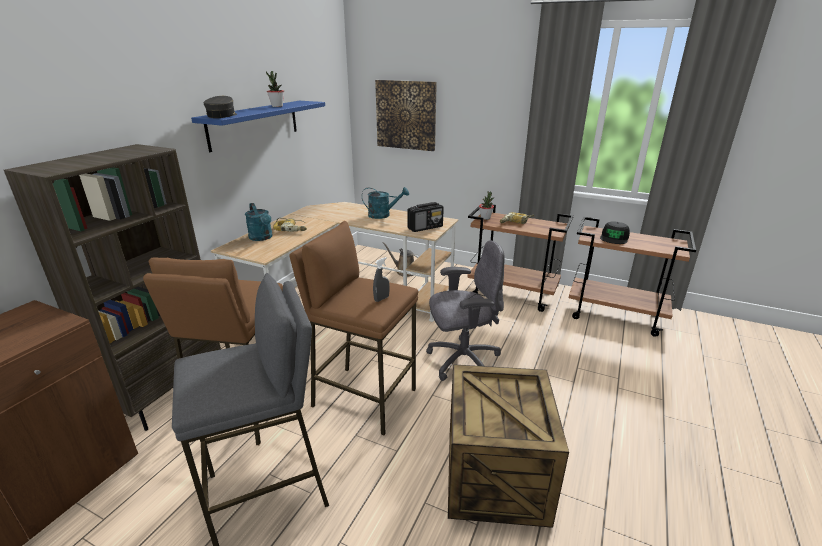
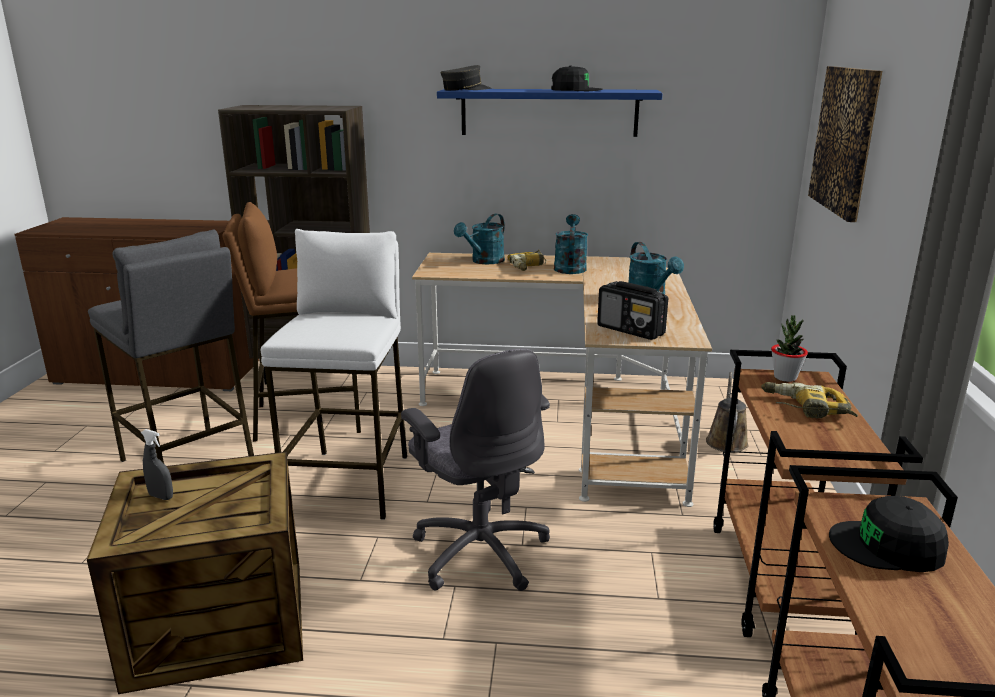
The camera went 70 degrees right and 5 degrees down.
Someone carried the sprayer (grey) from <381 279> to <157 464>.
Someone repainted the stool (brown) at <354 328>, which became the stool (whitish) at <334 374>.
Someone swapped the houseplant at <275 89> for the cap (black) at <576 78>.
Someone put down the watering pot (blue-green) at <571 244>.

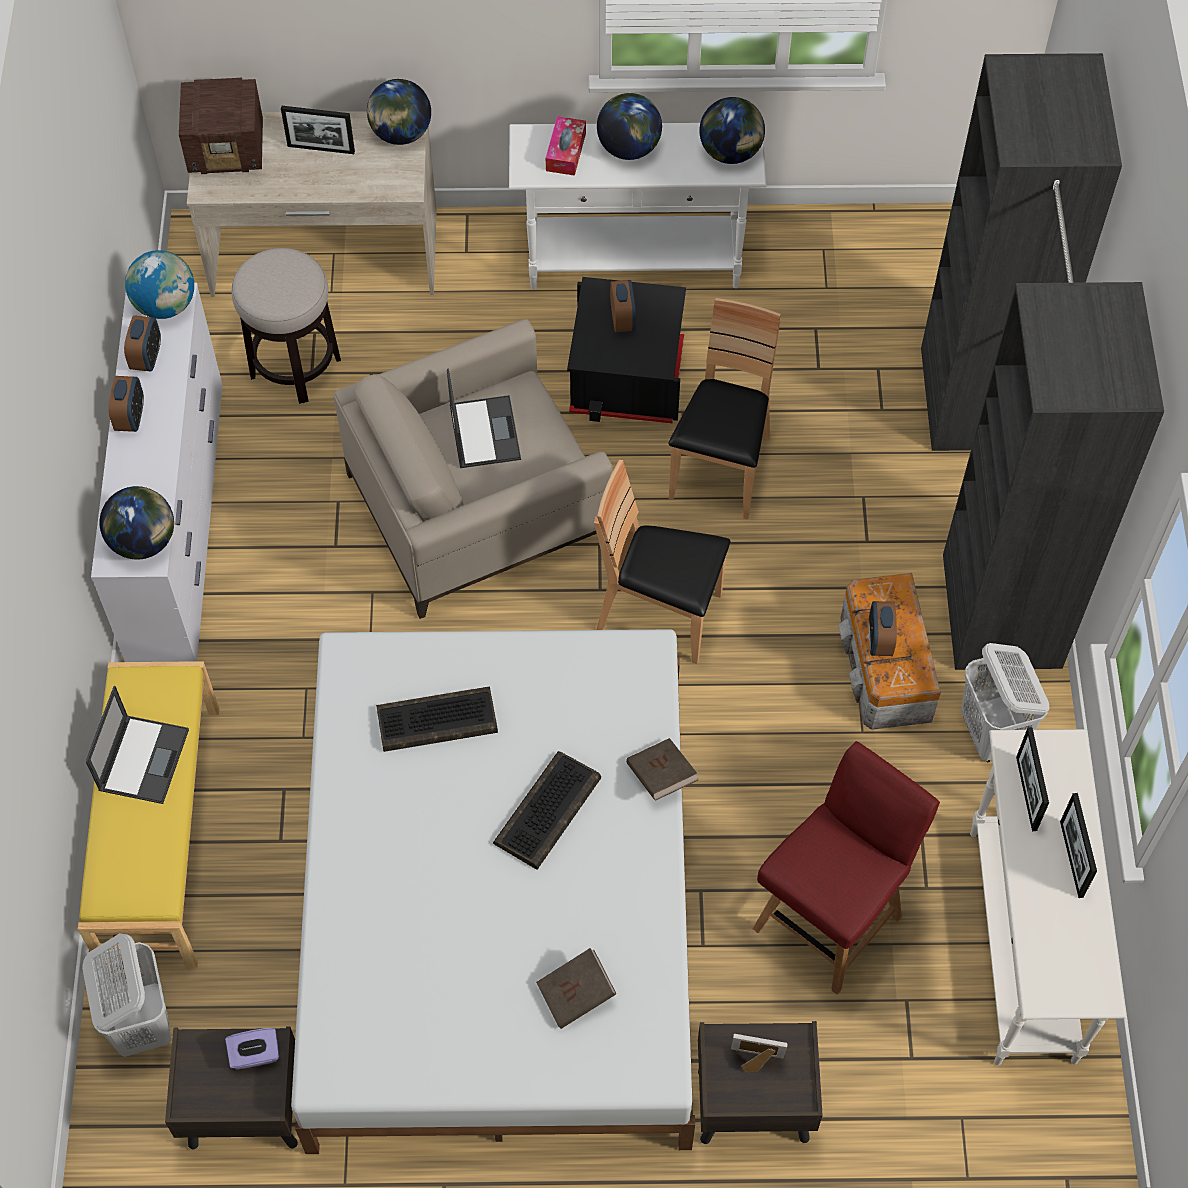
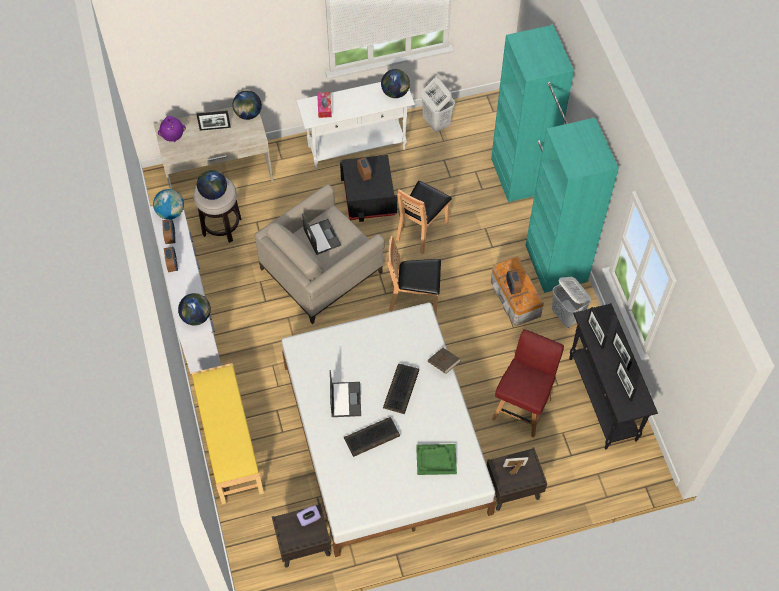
The camera went 15 degrees left and 0 degrees up.
Someone swapped the radio set at <221 125> for the decorative vase (purple-coloured) at <172 129>.
Someone carried the globe from <629 126> to <212 185>.
Someone carried the notebook computer from <137 745> to <345 393>.
Someone carried the keyboard from <437 719> to <372 437>.
Someone rotated the upright chair (brown) at <724 408> by 150 degrees counterclockwise.
Someone swapped the volume (brown) at <576 988> for the serving tray (green-coloured) at <436 459>.
Someone carried the washing basket (whitish) from <126 995> to <438 105>.
Someone repainted the armoire (black) at <1042 361>, which became the armoire (blue-green) at <555 159>.
Someone repainted the narrow table (whitish) at <1048 897>, which became the narrow table (black) at <613 376>.
Someone put down the standing frame at <626 380>.

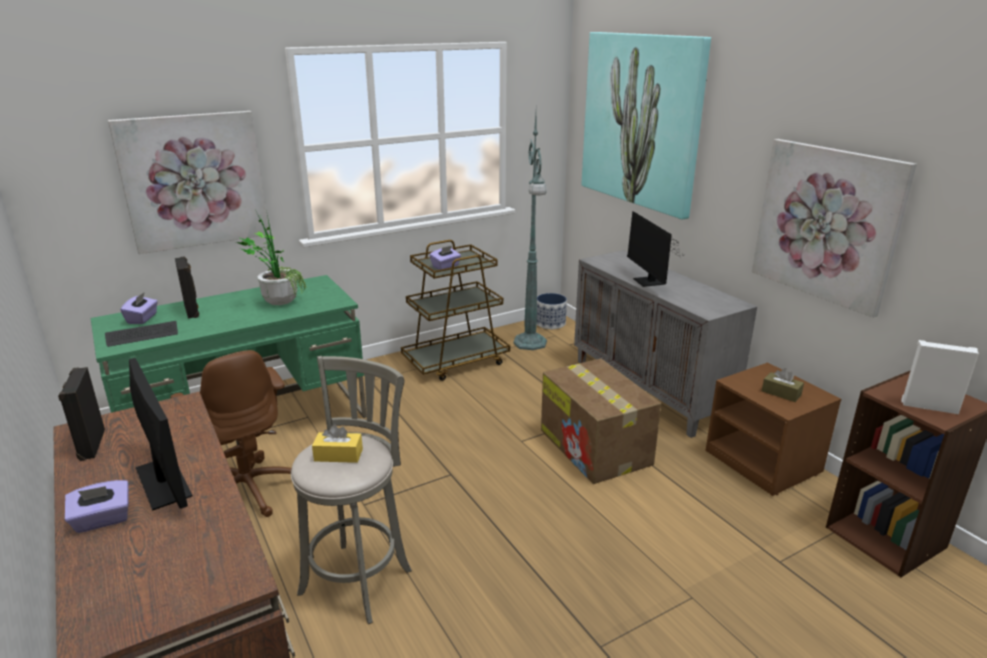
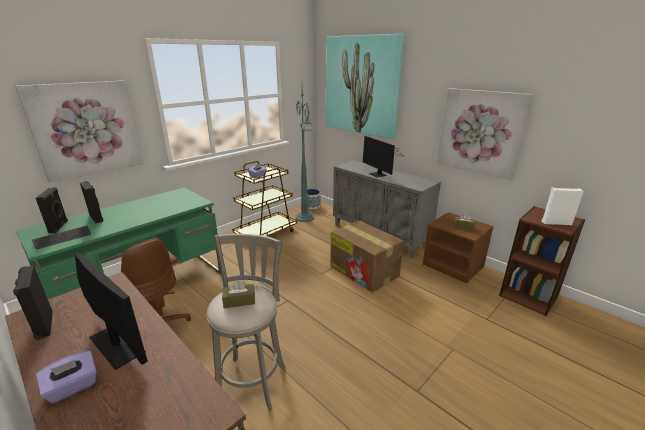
The camera went 15 degrees left and 0 degrees up.
Someone swapped the tissue holder (purple-coloured) at <139 308> for the speaker (black) at <52 210>.
Someone repainted the tissue holder (yellow) at <337 443>, which became the tissue holder (brown) at <238 294>.
Someone took away the houseplant at <271 257>.

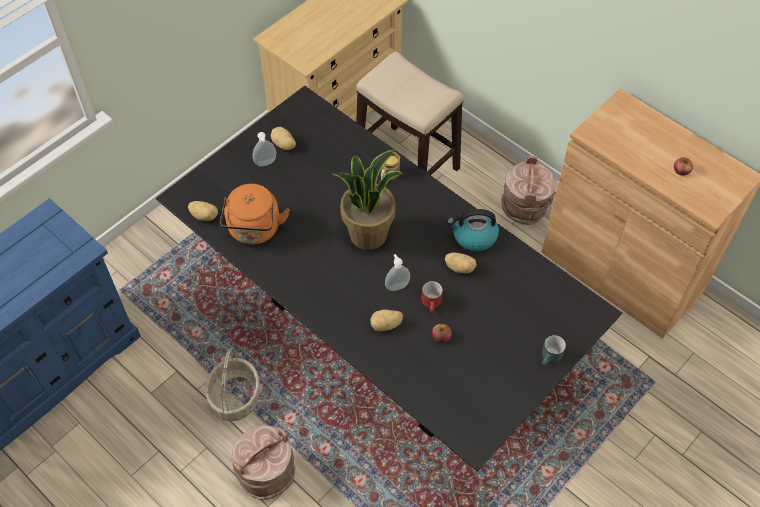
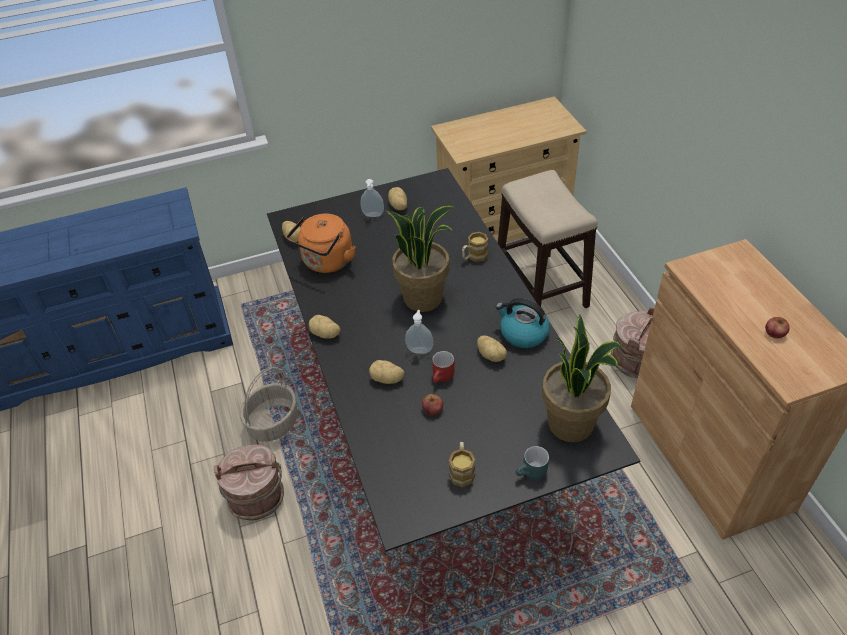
The camera went 30 degrees right and 10 degrees down.
Someone put down the whole potato at <325 327>.
Someone put down the coffee mug at <462 464>.
Someone put down the houseplant at <582 378>.

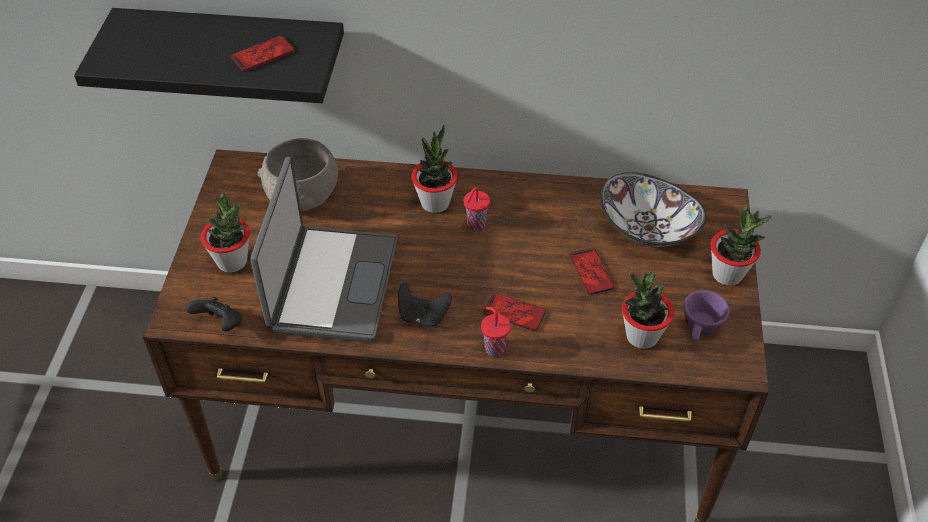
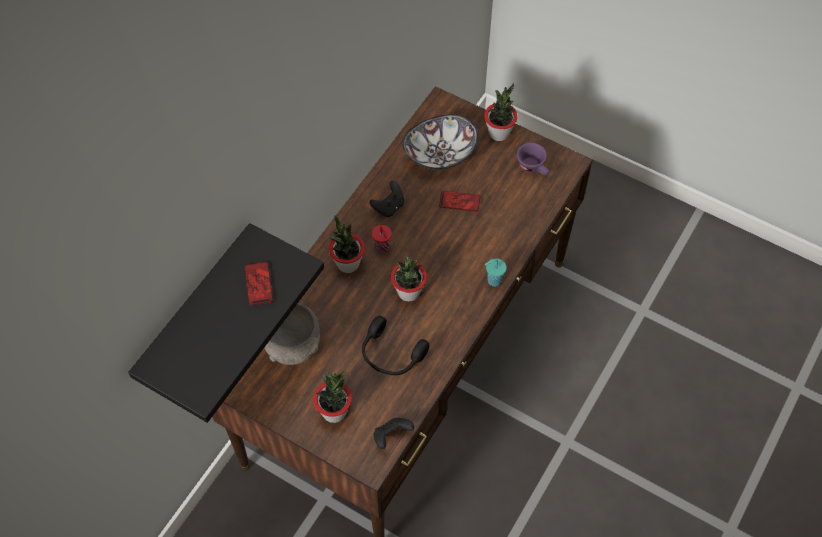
The camera went 65 degrees left and 10 degrees up.
Someone swapped the notebook computer at <324 250> for the pair of headphones (black) at <396 345>.
Someone carried the game controller (black) from <425 305> to <387 199>.
Someone carried the houseplant from <648 310> to <409 278>.
Someone repainted the small cup (reddish) at <496 331>, which became the small cup (blue-green) at <496 273>.
Someone took away the phone at <515 312>.

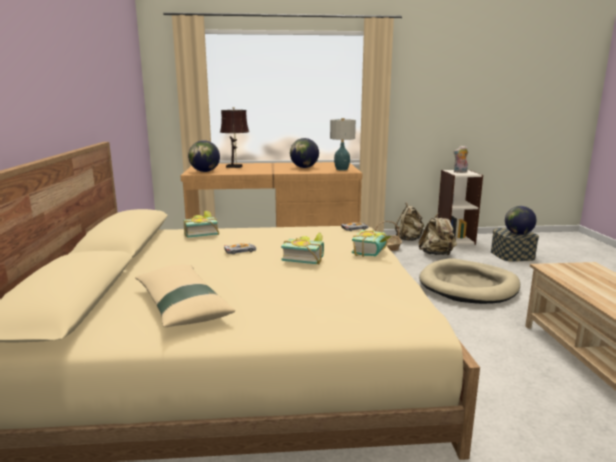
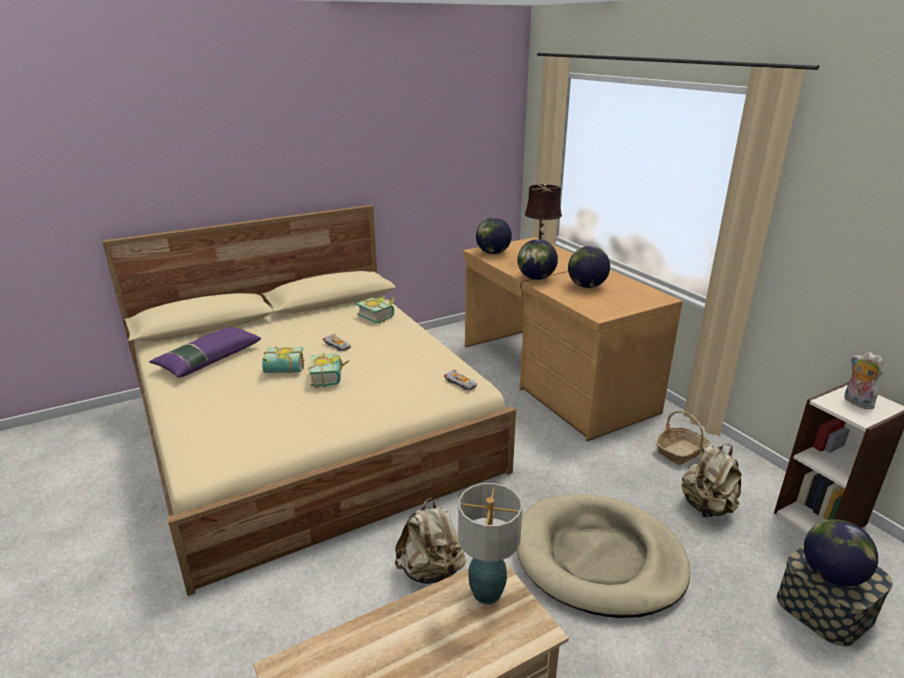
The camera went 65 degrees right and 10 degrees up.
Someone repainted the pillow (sand-coloured) at <185 296>, which became the pillow (purple-coloured) at <205 352>.
Someone carried the volume from <371 243> to <283 360>.
Someone carried the knapsack (sand-coloured) from <409 221> to <430 541>.
Someone carried the table lamp from <343 144> to <490 543>.
Someone put down the globe at <537 259>.

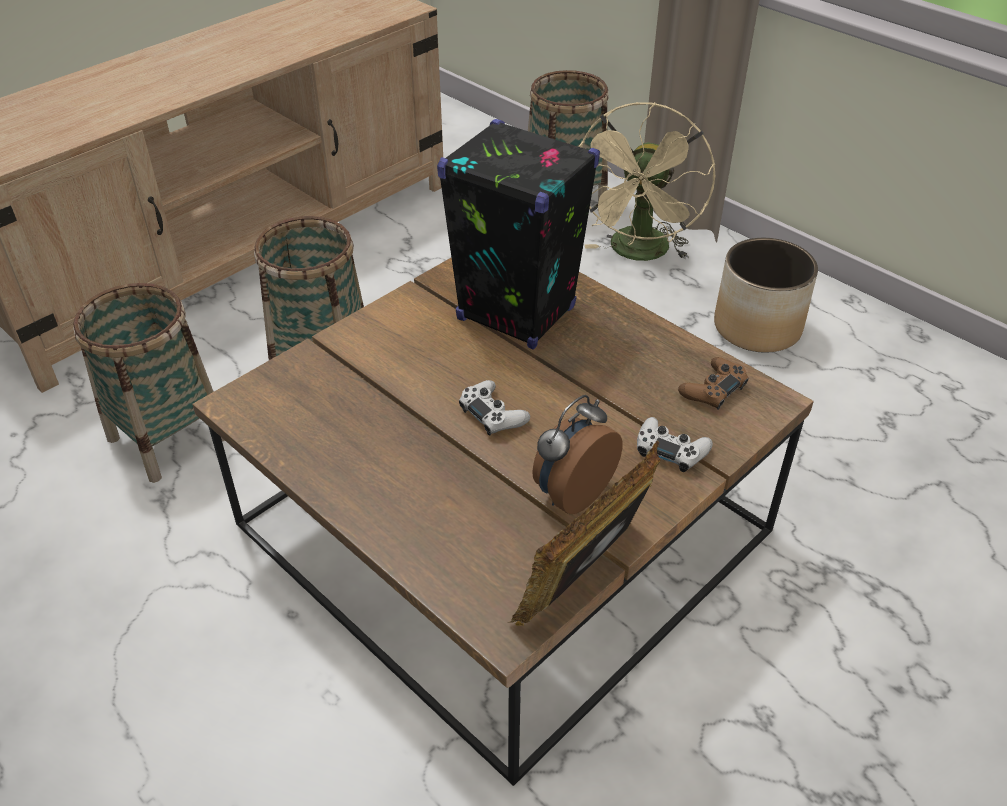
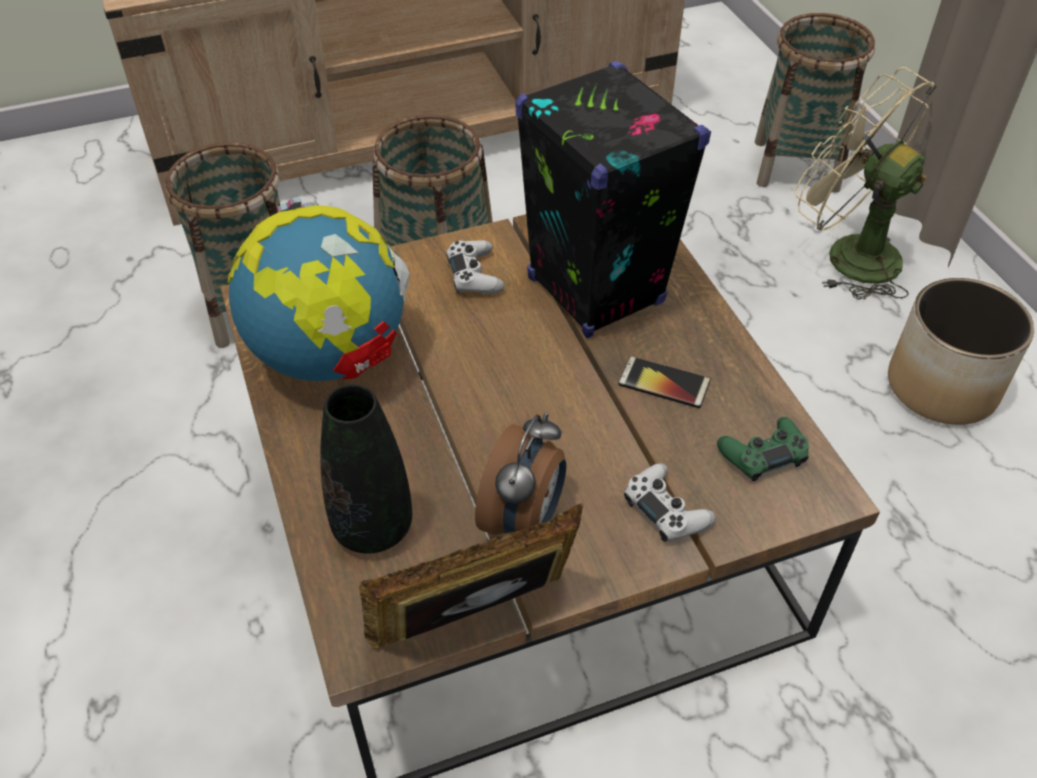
The camera went 25 degrees right and 5 degrees up.
Someone put down the globe at <318 288>.
Someone put down the decorative vase (black) at <366 468>.
Someone carried the game controller (whitish) from <494 408> to <475 267>.
Someone rotated the table clock at <577 454> by 135 degrees clockwise.
Someone put down the phone at <664 382>.
Someone repainted the game controller (brown) at <713 383>, which became the game controller (green-coloured) at <763 449>.
Someone rotated the cooling fan (sand-coloured) at <647 181> by 90 degrees clockwise.

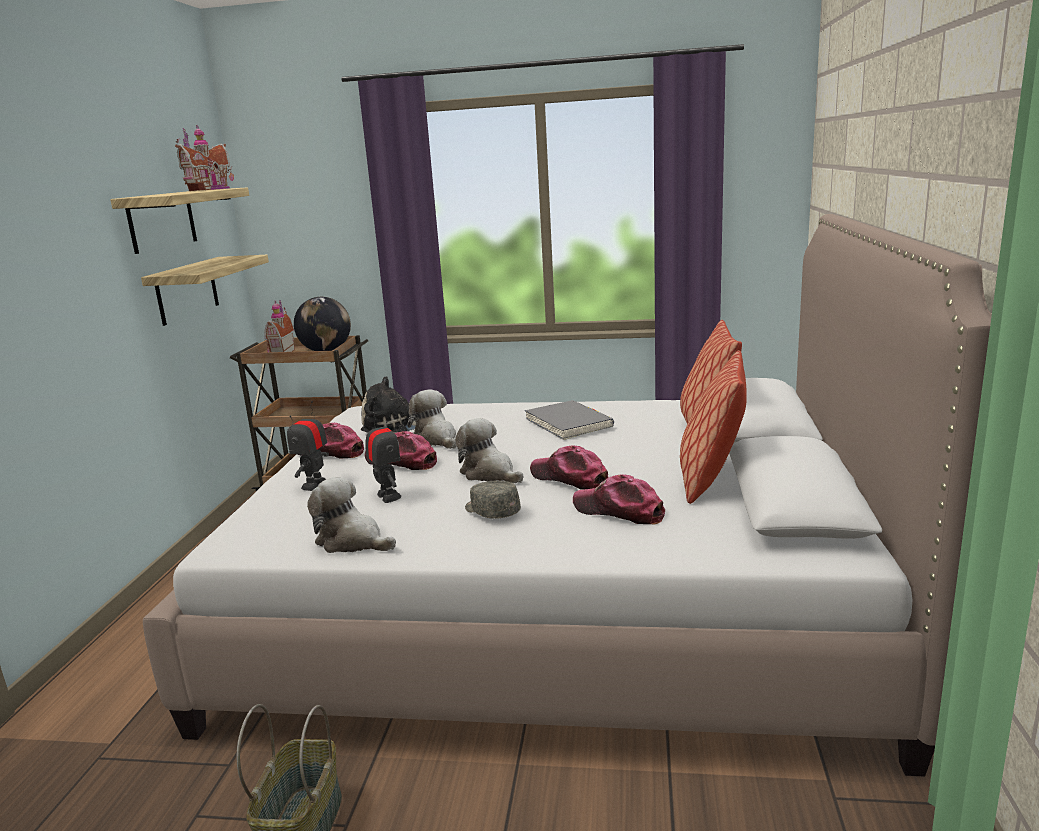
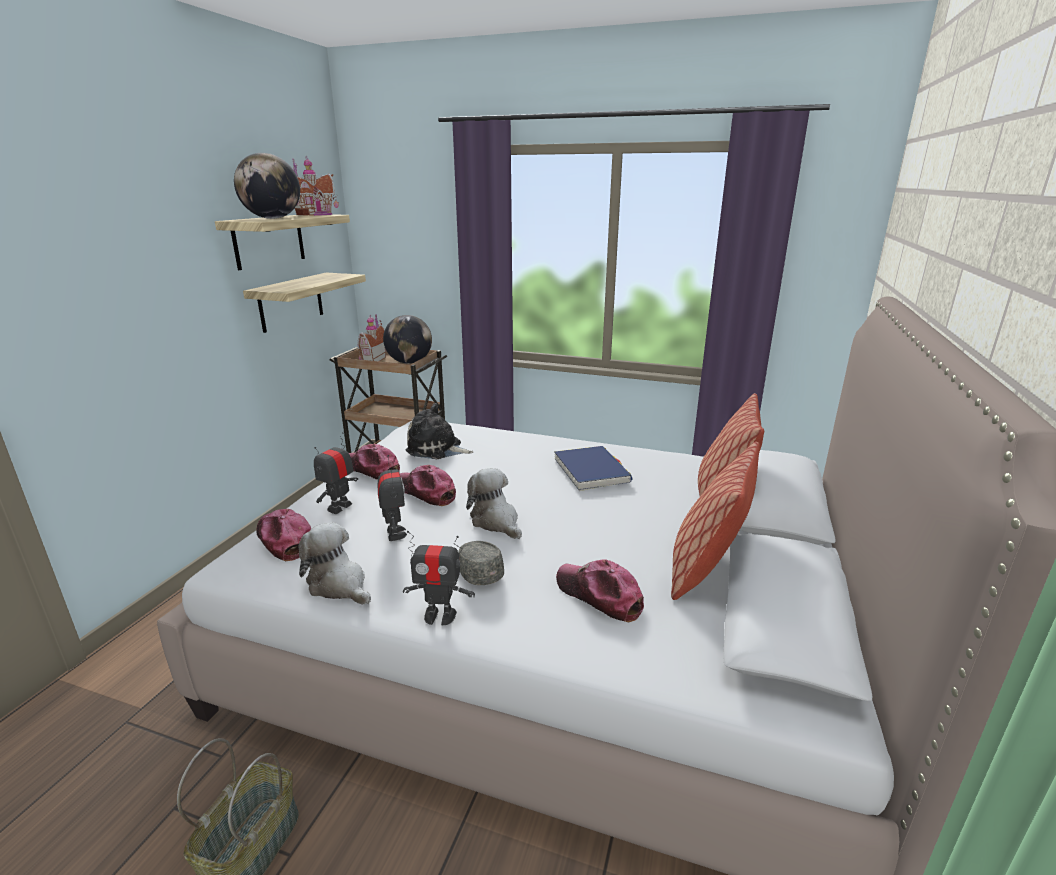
The camera went 10 degrees right and 5 degrees up.
Someone put down the globe at <267 186>.
Someone carried the cap from <569 467> to <283 535>.
Someone put down the robot figure at <439 578>.
Someone repainted the volume (grey) at <569 420>, which became the volume (bluish) at <593 468>.
Someone took away the cuddly toy at <432 419>.

